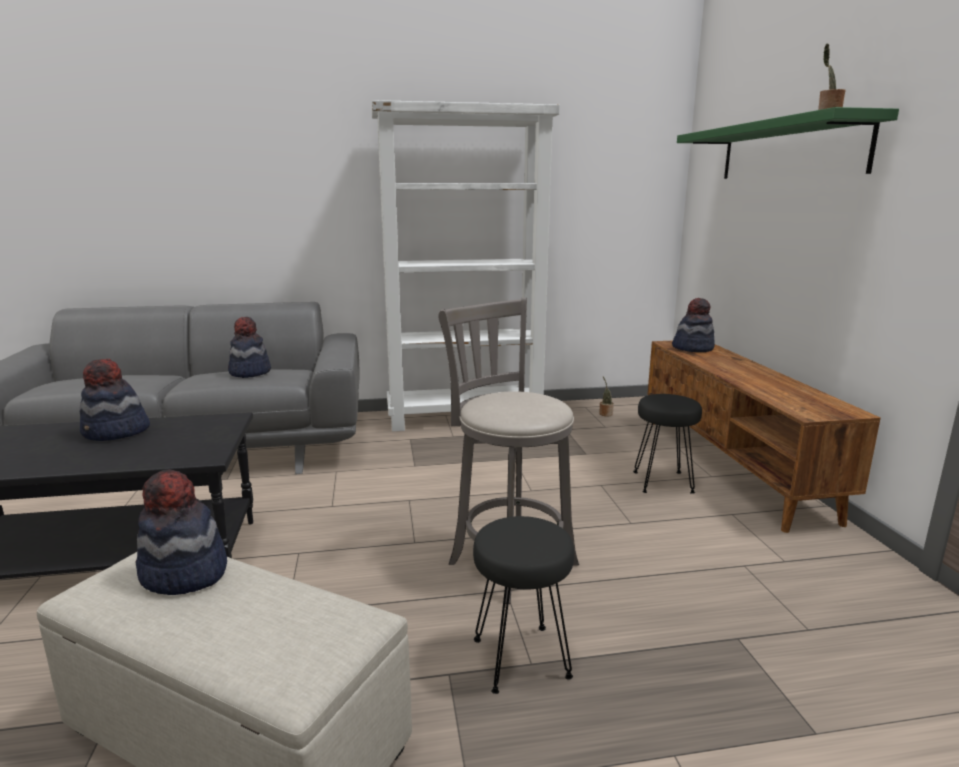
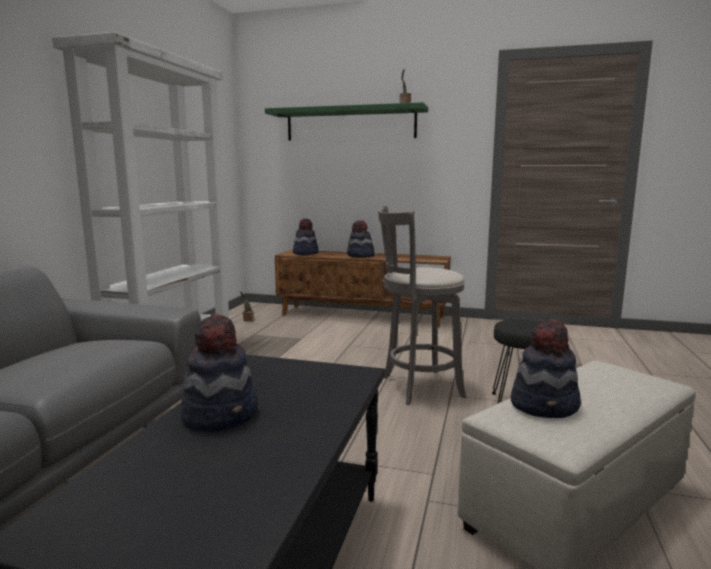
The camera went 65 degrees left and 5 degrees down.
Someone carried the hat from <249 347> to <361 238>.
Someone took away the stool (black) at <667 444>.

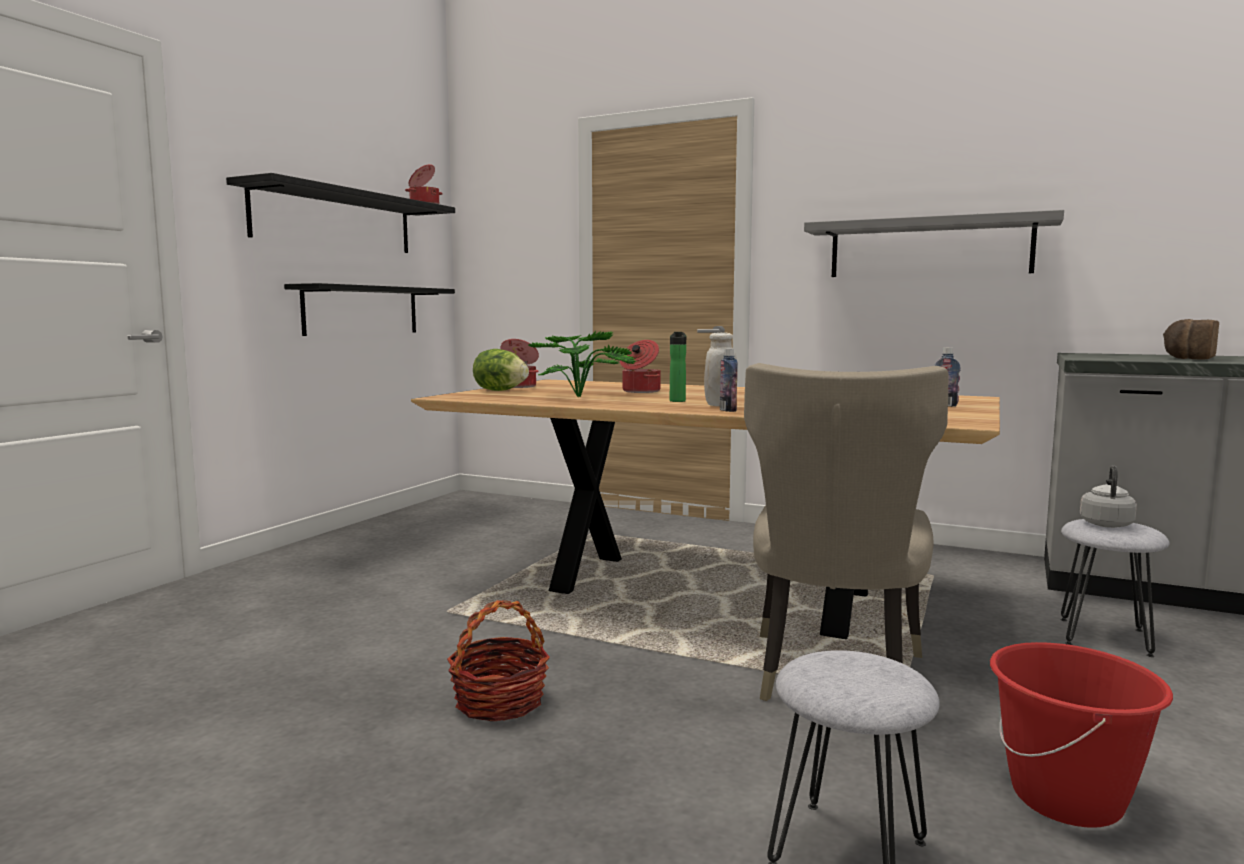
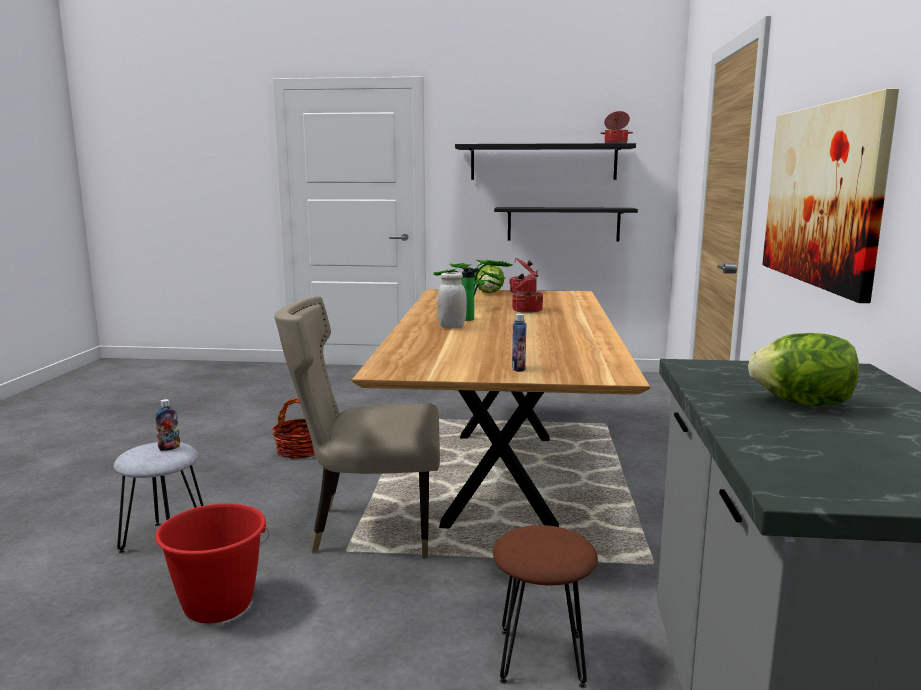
The camera went 70 degrees right and 5 degrees up.
Someone carried the drink bottle from <729 380> to <167 425>.
Someone repainted the stool (grey) at <1115 588>, which became the stool (brown) at <545 606>.
Someone swapped the bread at <1191 339> for the lettuce at <803 369>.
Someone swapped the bracket shelf (grey) at <934 243> for the wall picture at <830 196>.
Someone took away the water kettle (grey) at <1108 496>.

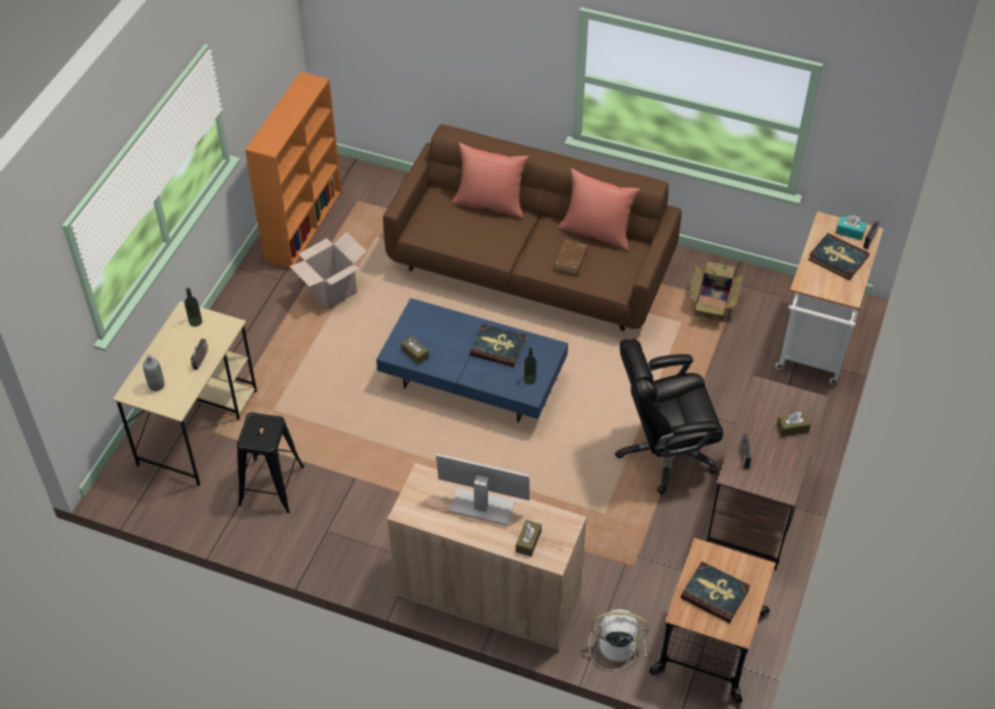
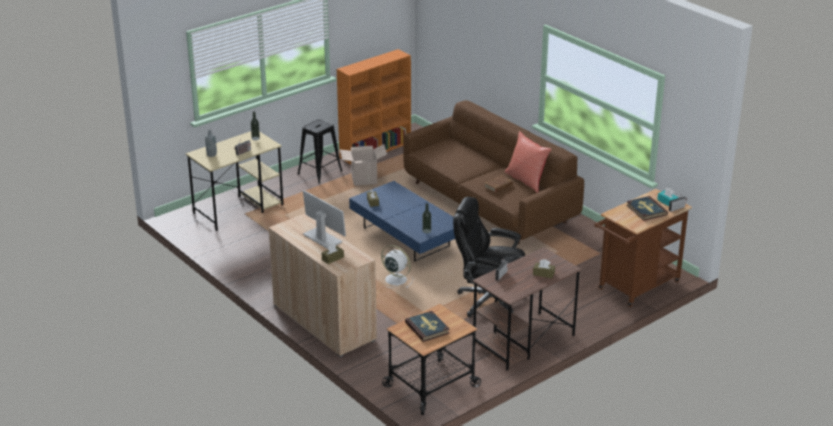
The camera went 30 degrees right and 20 degrees down.
Someone carried the stool (black) from <270 462> to <320 151>.
Someone carried the cooling fan (whitish) from <619 639> to <397 266>.
Someone repainted the wheeled cart (whitish) at <829 298>, which became the wheeled cart (brown) at <643 248>.
Someone took away the pillow (reddish) at <490 181>.
Someone took away the volume at <498 345>.
Someone took away the packing box at <716 291>.

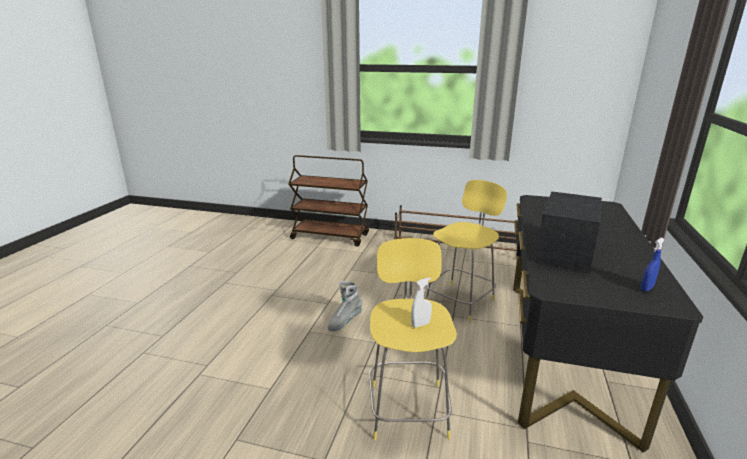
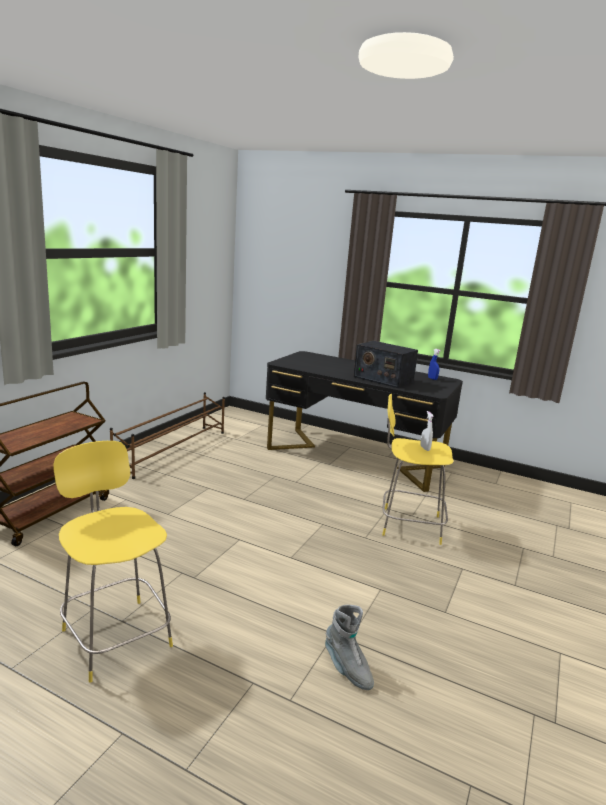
The camera went 80 degrees left and 5 degrees down.
Someone carried the stool (yellow) from <466 251> to <113 561>.
Someone carried the high-top boot (grey) from <345 306> to <349 647>.

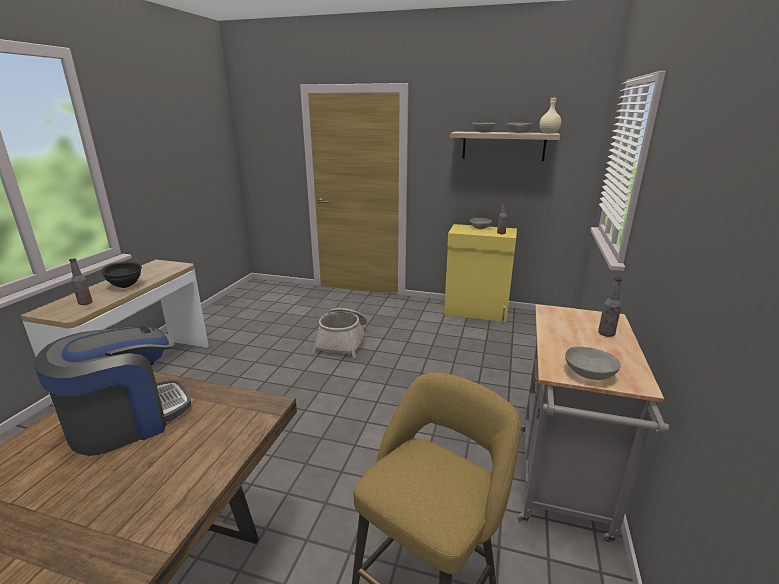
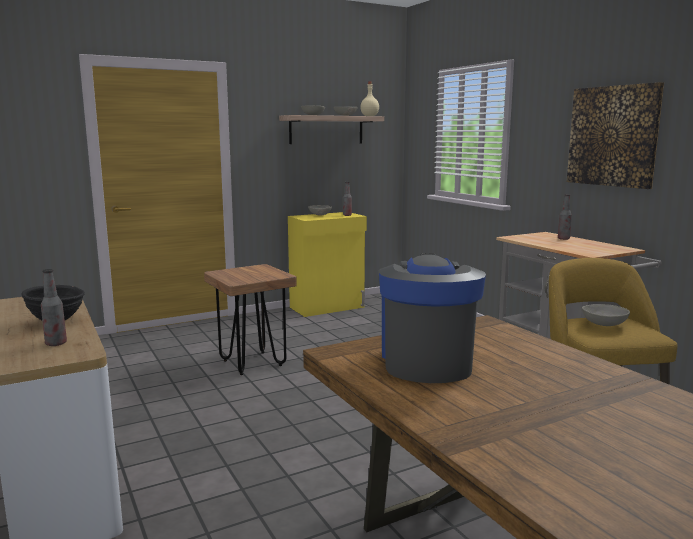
The camera went 45 degrees left and 10 degrees down.
Someone swapped the storage basket at <339 333> for the stool (brown) at <250 319>.
Someone put up the wall picture at <615 135>.
Someone carried the deep dish (grey) from <593 363> to <606 315>.

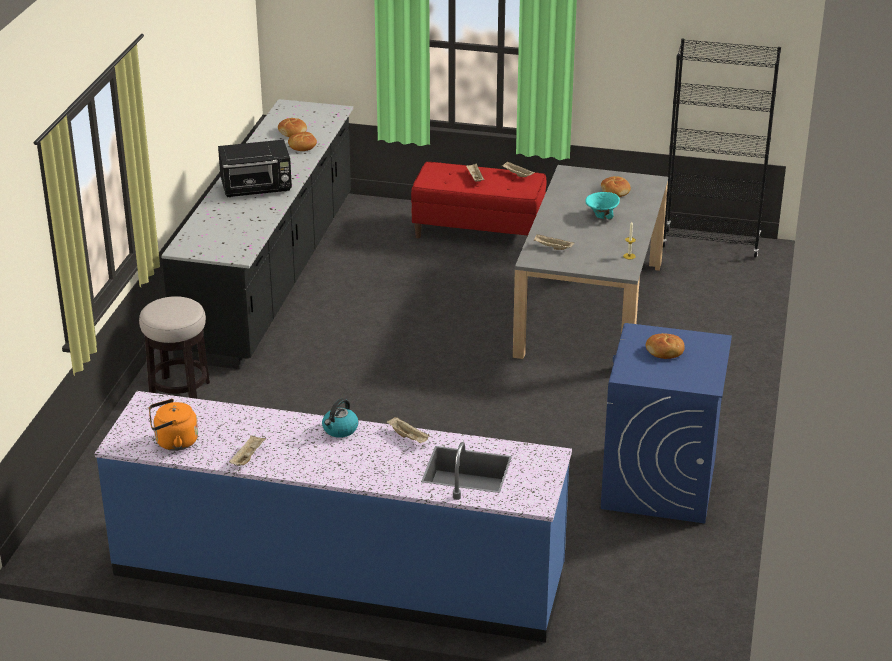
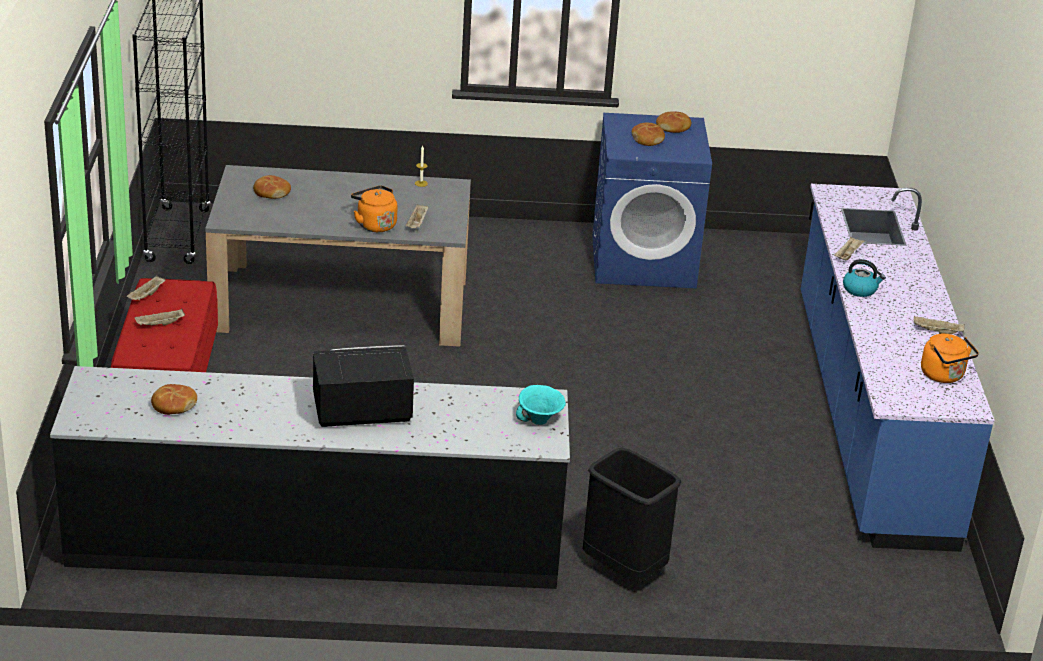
The camera went 105 degrees left and 0 degrees up.
Someone rotated the microwave oven (black) at <255 168> by 75 degrees counterclockwise.
Someone put down the water kettle (orangey) at <374 208>.
Someone carried the deep dish (blue-green) from <602 206> to <541 405>.
Someone swapped the stool at <174 347> for the trash can (black) at <632 515>.
Someone carried the bread from <302 141> to <673 122>.

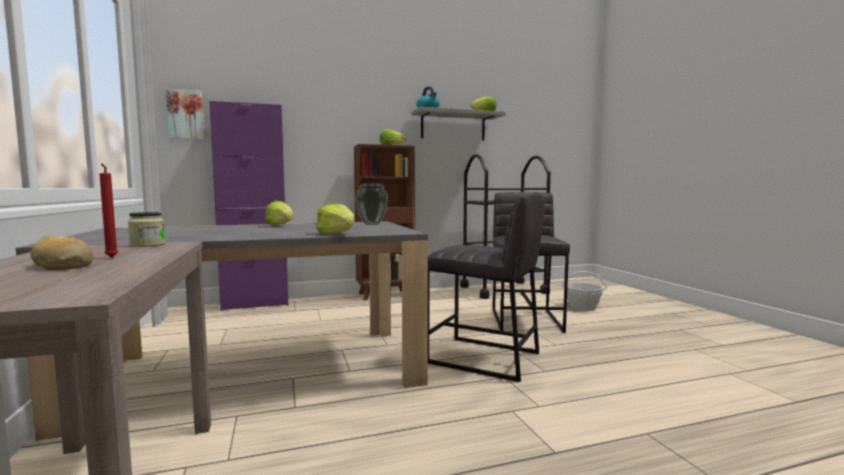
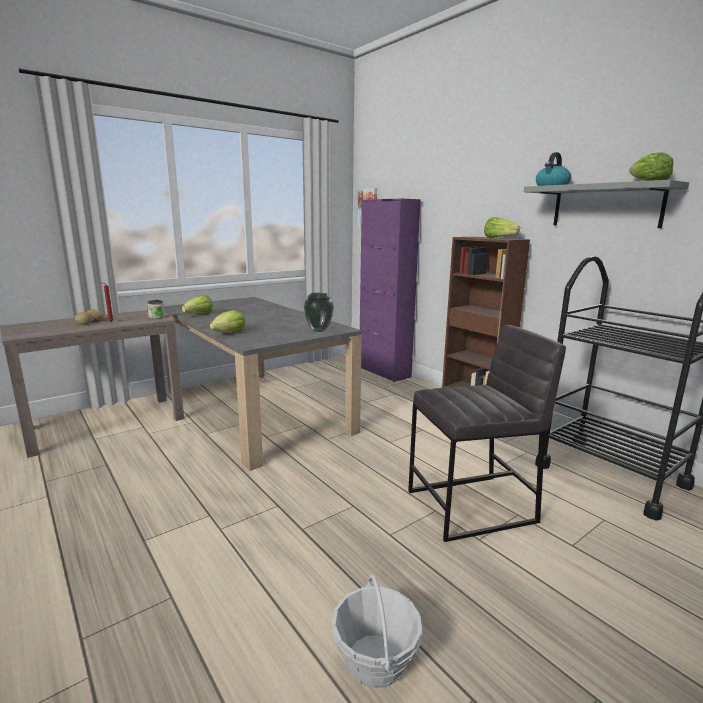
The camera went 70 degrees right and 10 degrees up.
Someone carried the lettuce from <279 213> to <197 304>.
Someone carried the storage basket from <584 291> to <377 631>.
Someone took away the stool (grey) at <486 287>.

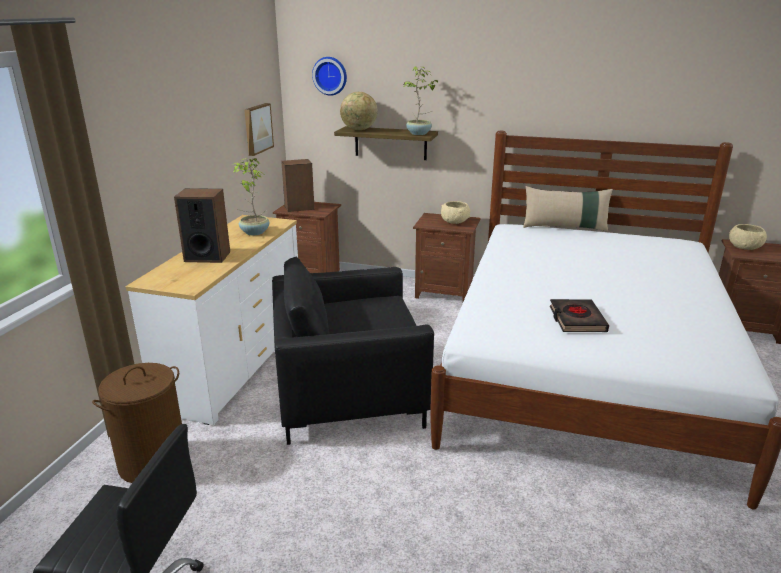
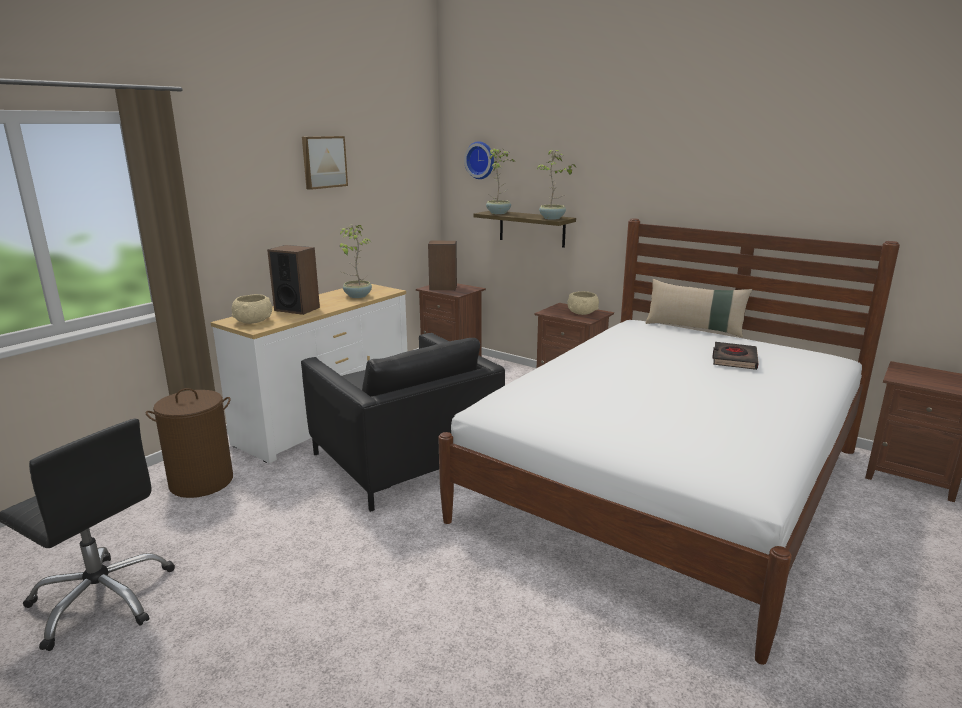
The camera went 20 degrees right and 5 degrees down.
Someone carried the deep dish (sand-coloured) from <748 237> to <252 309>.
Someone rotated the armchair (black) at <353 351> by 135 degrees counterclockwise.
Someone carried the wall picture from <259 129> to <325 163>.
Someone swapped the globe at <359 111> for the houseplant at <500 181>.
Someone carried the volume (black) from <579 315> to <735 356>.

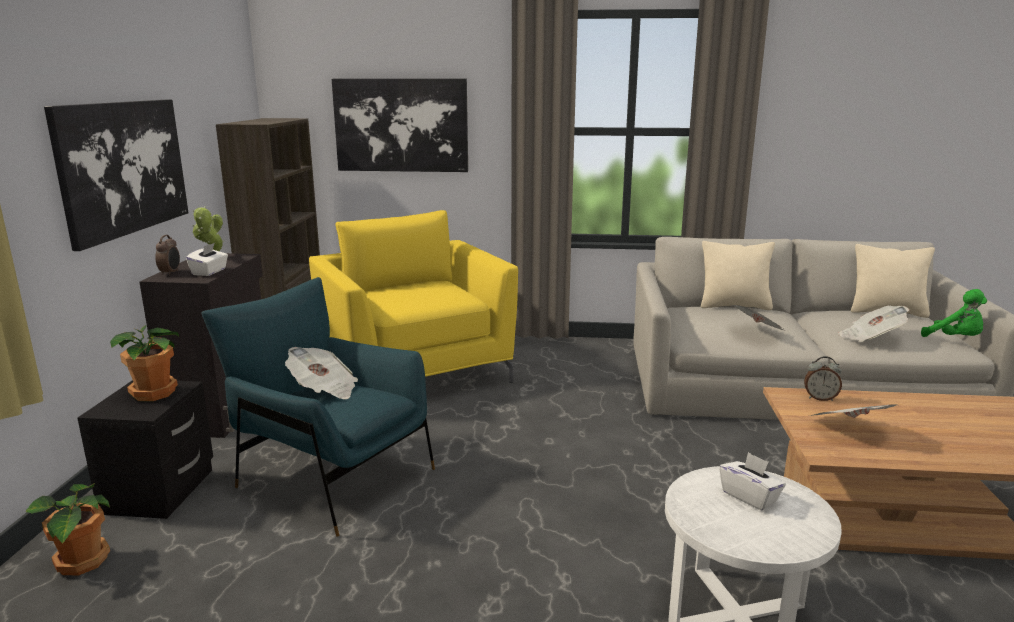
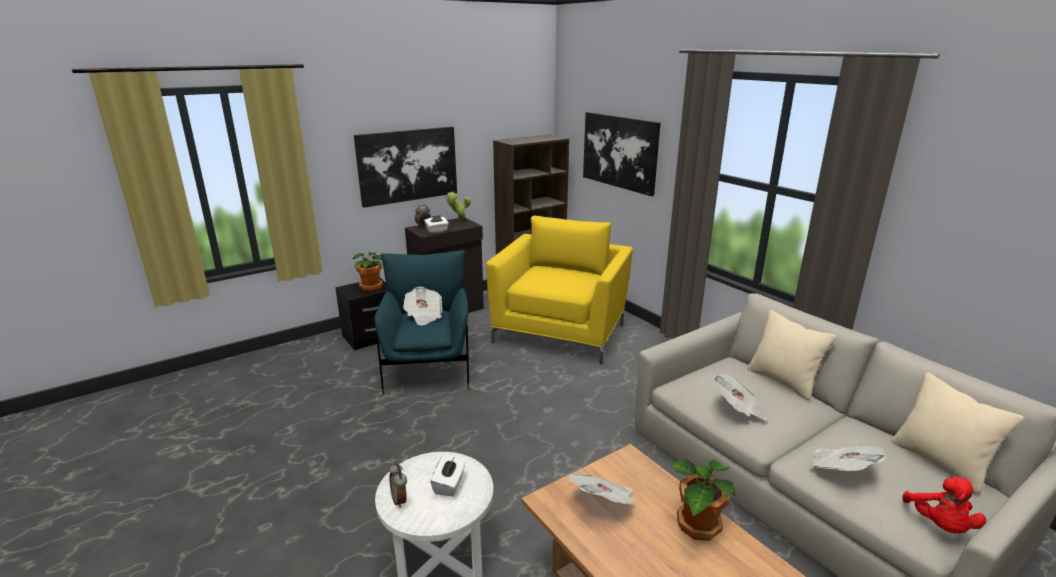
The camera went 50 degrees right and 5 degrees up.
Someone carried the table clock from <823 378> to <398 485>.
Someone carried the houseplant from <68 529> to <703 500>.
Someone repainted the cuddly toy (green-coloured) at <954 313>, which became the cuddly toy (reddish) at <944 505>.

